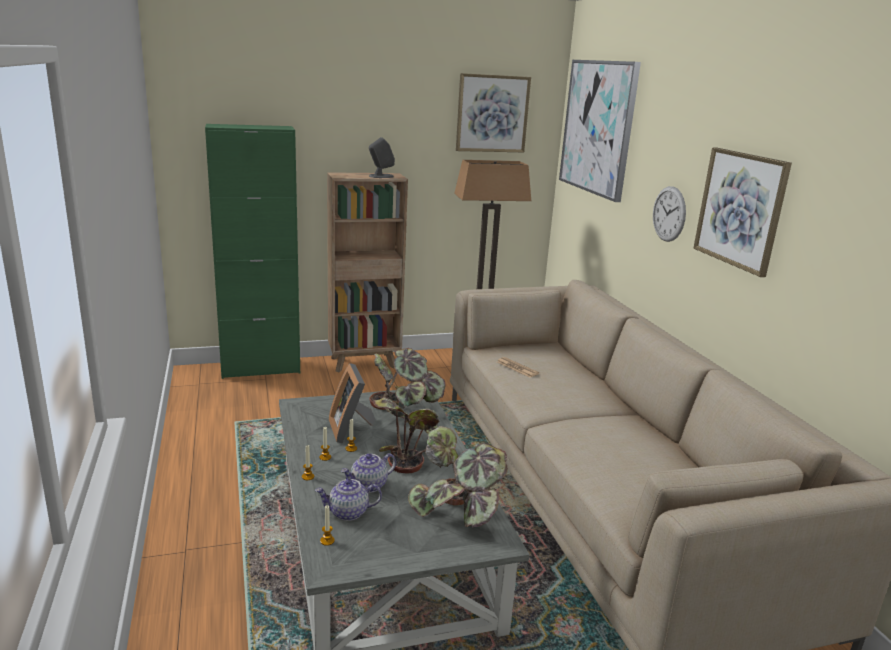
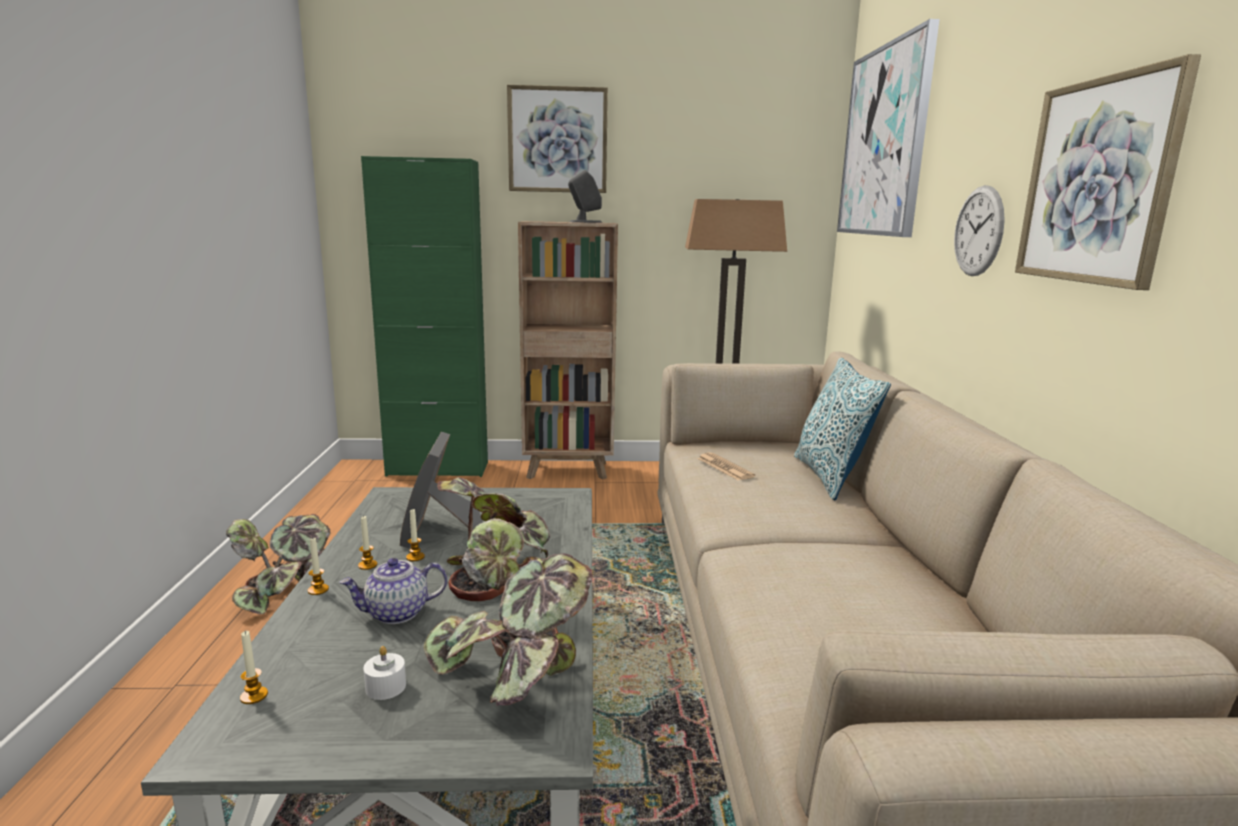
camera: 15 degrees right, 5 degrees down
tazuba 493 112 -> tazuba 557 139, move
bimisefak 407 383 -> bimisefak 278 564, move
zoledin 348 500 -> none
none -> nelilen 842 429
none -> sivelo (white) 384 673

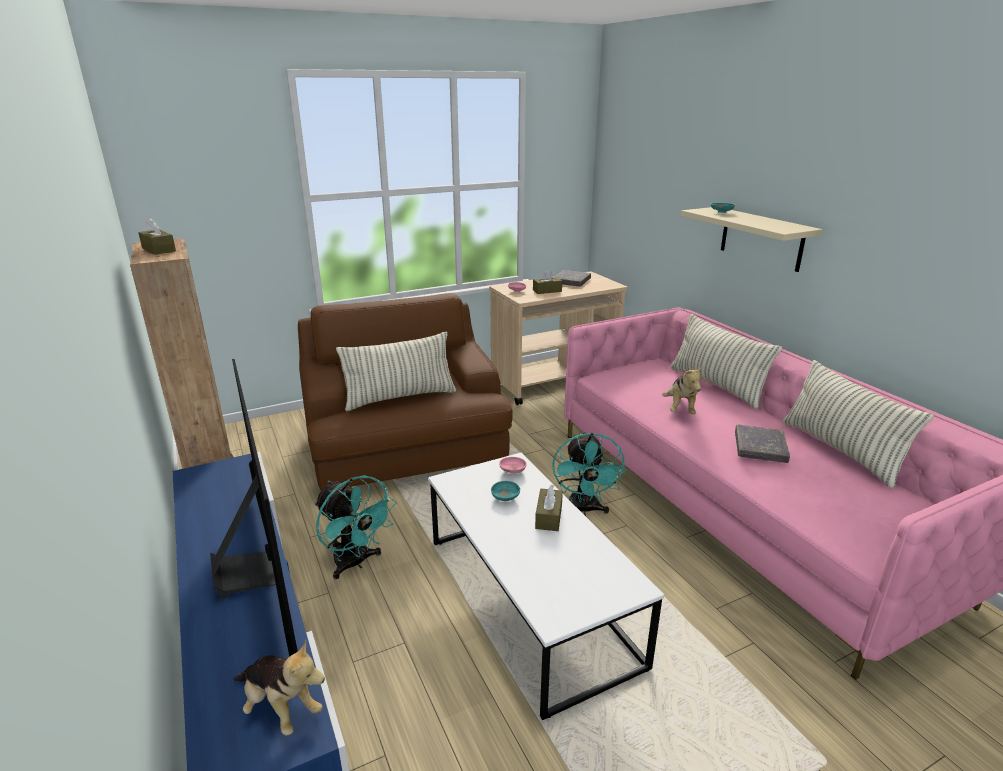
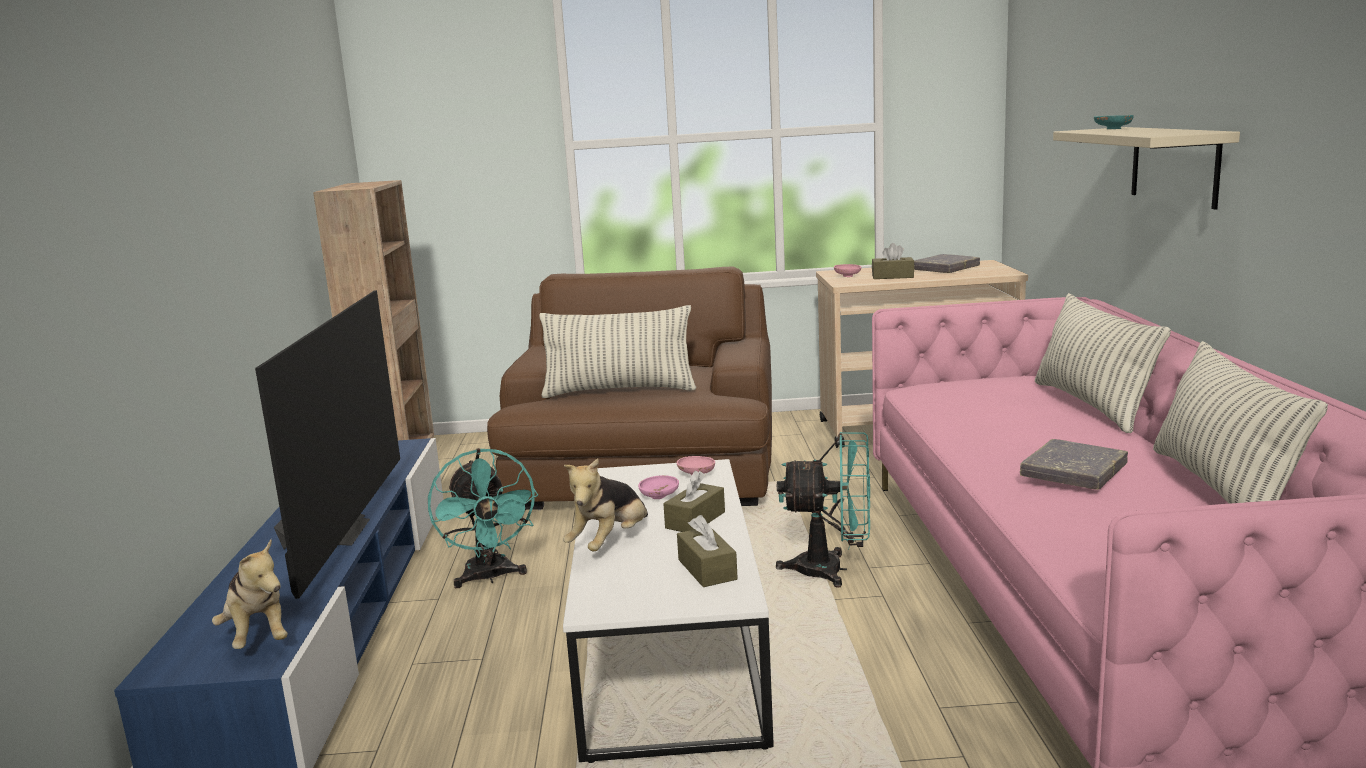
camera: 25 degrees right, 10 degrees down
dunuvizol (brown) 157 236 -> dunuvizol (brown) 707 551, move
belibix 682 390 -> belibix 605 505, move
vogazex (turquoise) 589 474 -> vogazex (turquoise) 823 510, 105 degrees counterclockwise
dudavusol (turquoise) 505 491 -> dudavusol (pink) 658 487

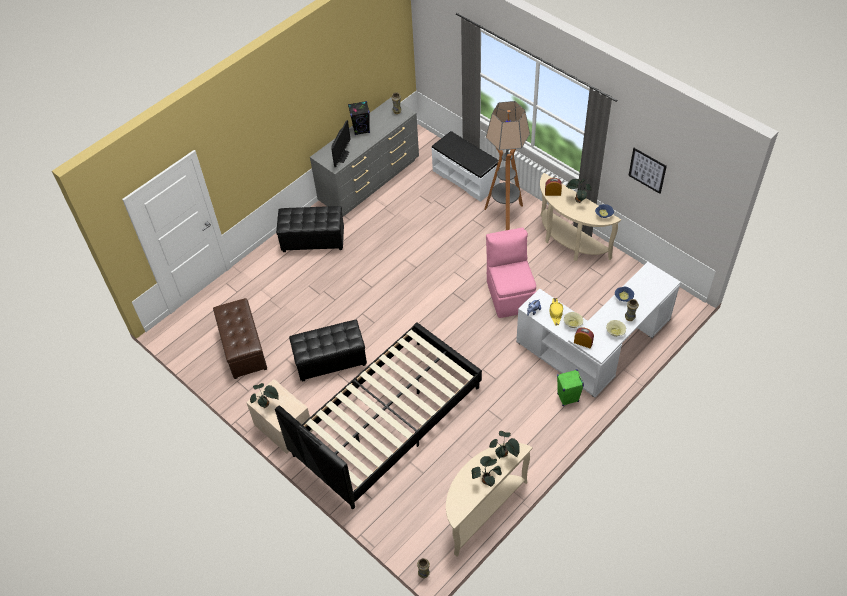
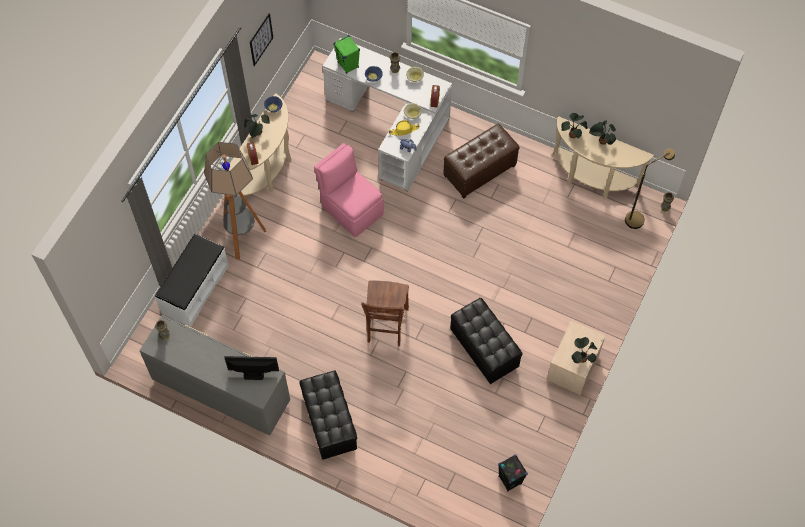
camera: 110 degrees left, 10 degrees up
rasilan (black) 359 118 -> rasilan (black) 513 473, move
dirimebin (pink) 511 272 -> dirimebin (pink) 349 190, 75 degrees clockwise
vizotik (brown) 240 338 -> vizotik (brown) 481 161, move
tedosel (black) 378 416 -> none
rasilan (green) 570 387 -> rasilan (green) 346 54, move
none -> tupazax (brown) 650 189
none -> dirimebin (brown) 385 313

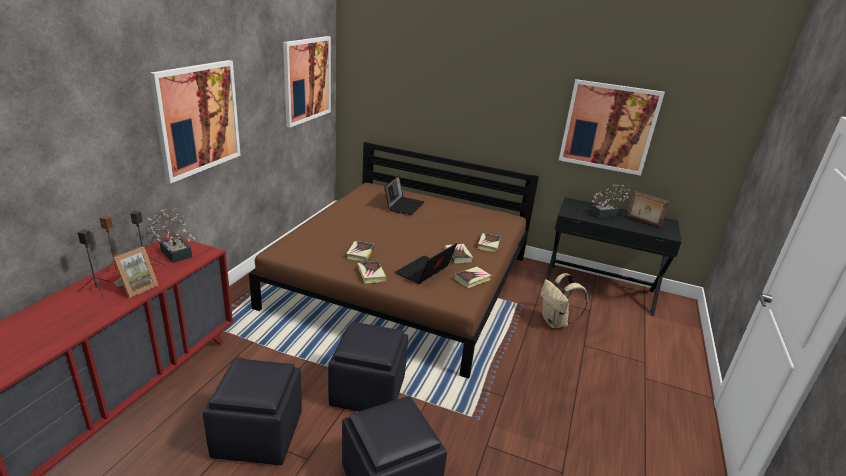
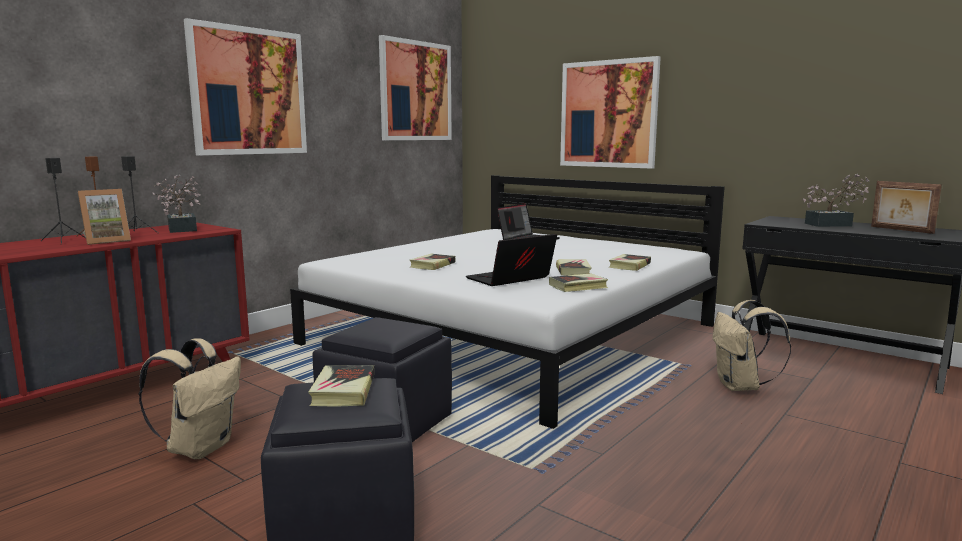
camera: 20 degrees right, 15 degrees down
tazuba 612 127 -> tazuba 610 112, move
tedosel (brown) 394 260 -> tedosel (white) 507 302
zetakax 372 272 -> zetakax 341 386, move
vizotik (black) 252 411 -> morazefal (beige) 189 398

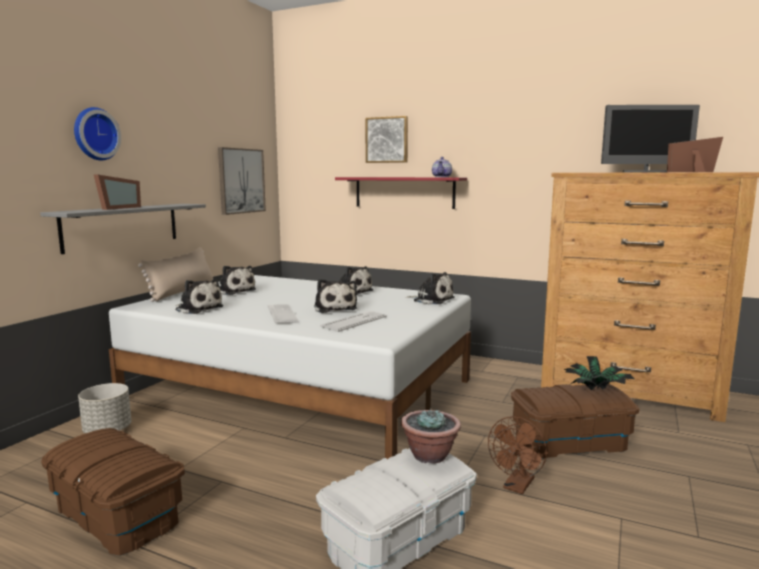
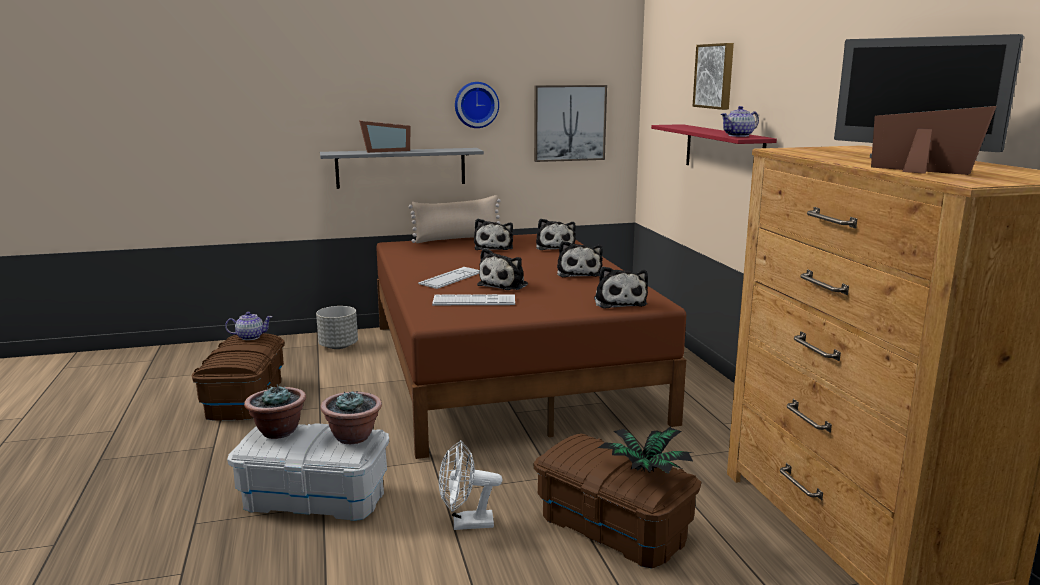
camera: 50 degrees right, 5 degrees up
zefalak 97 133 -> zefalak 477 105, move
tedosel (white) 290 367 -> tedosel (brown) 531 346
belibix 199 296 -> belibix 556 234, move
vogazex (brown) 517 455 -> vogazex (white) 470 485
none -> zoledin 248 326
none -> bimisefak 275 411

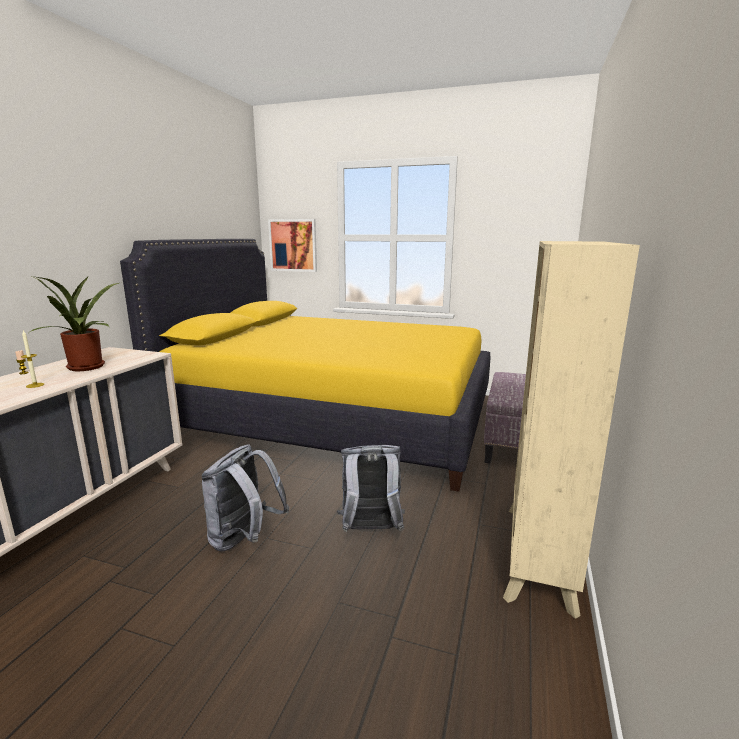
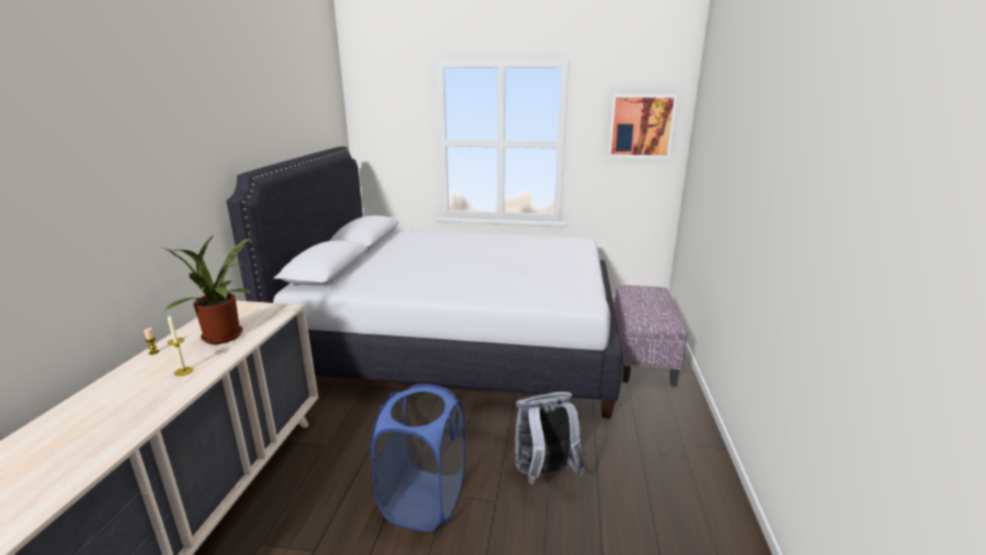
camera: 10 degrees left, 5 degrees up
tazuba 292 245 -> tazuba 642 126, move
tedosel (yellow) 305 365 -> tedosel (white) 424 283
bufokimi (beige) 571 430 -> none
morazefal (grey) 245 497 -> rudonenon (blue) 418 458

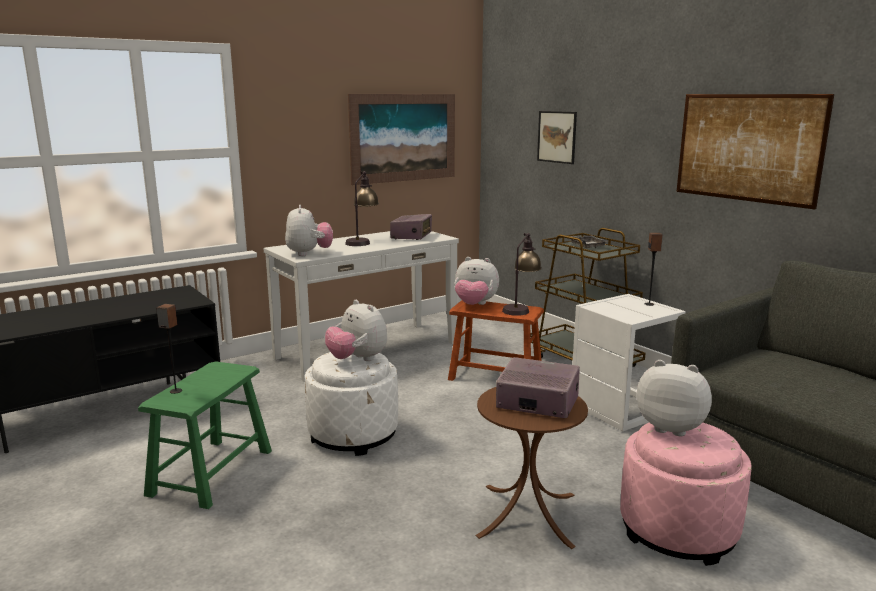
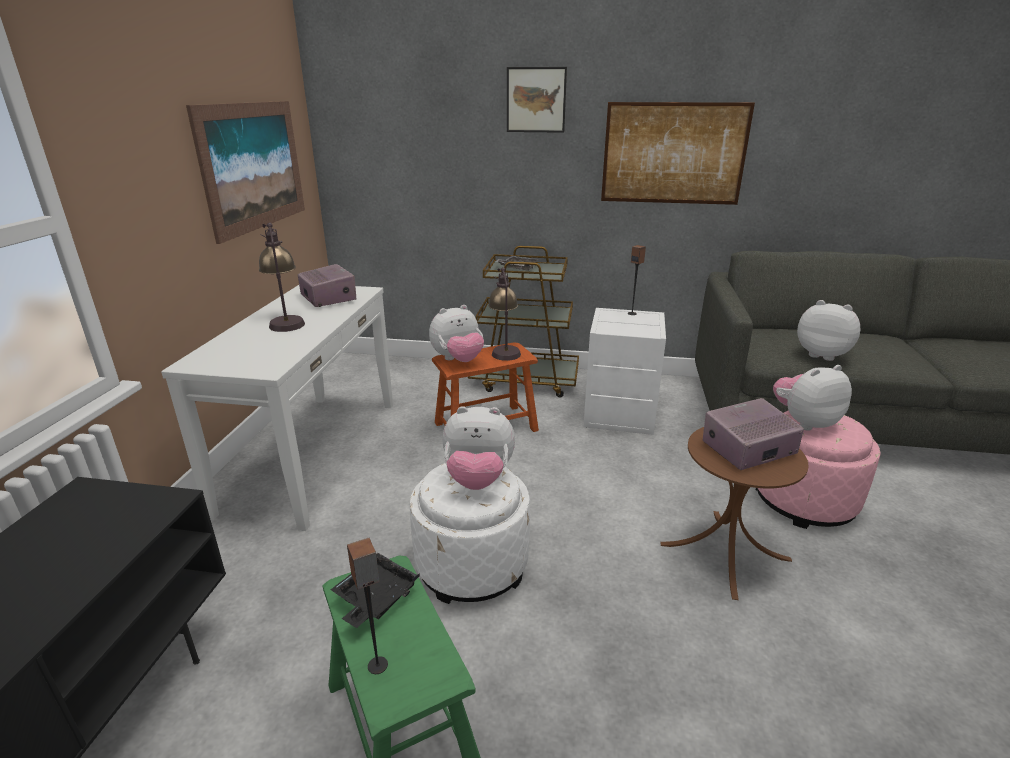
camera: 45 degrees left, 10 degrees up
tazuba 557 137 -> tazuba 537 100, move
belibix 309 230 -> belibix 828 330, move
none -> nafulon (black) 375 590

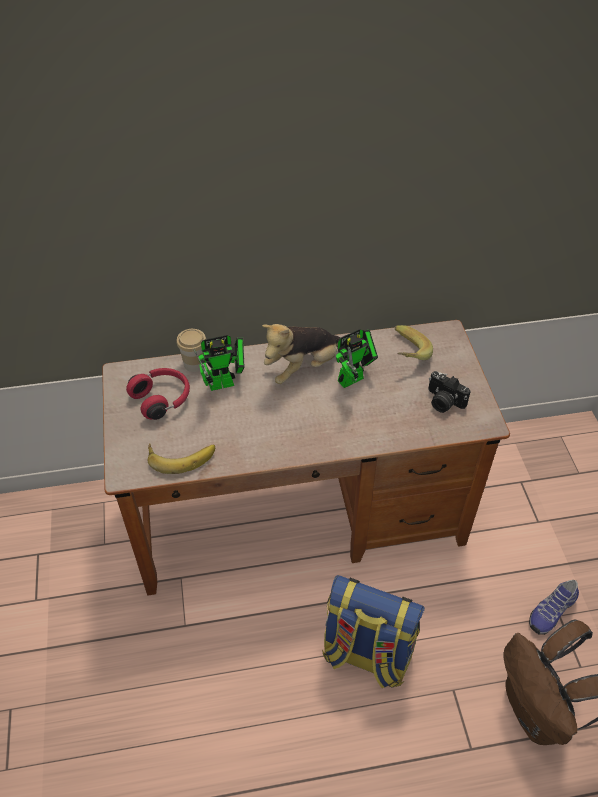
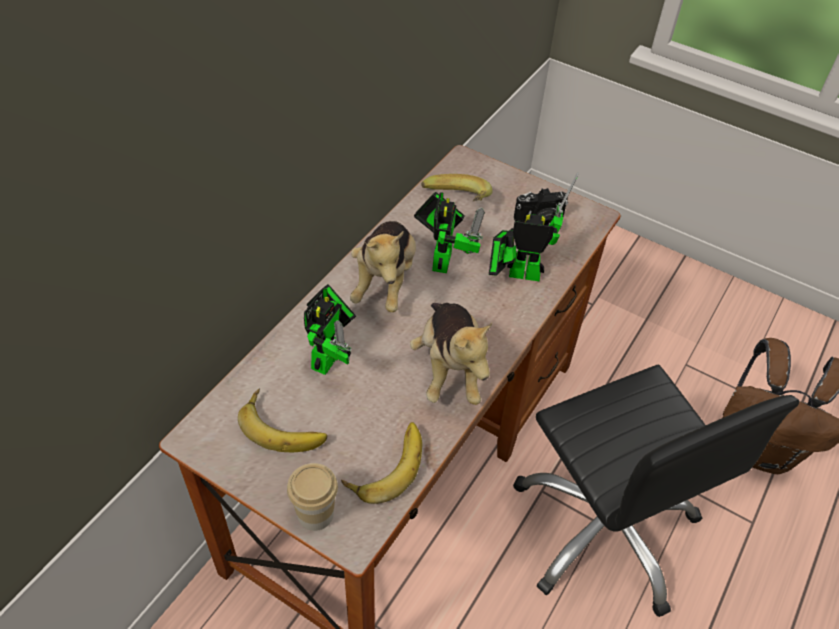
camera: 50 degrees left, 0 degrees up
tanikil 191 350 -> tanikil 312 497, move
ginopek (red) 158 394 -> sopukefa 283 420
morazefal 373 631 -> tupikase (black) 656 491
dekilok 554 607 -> none
none -> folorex 534 227
none -> belibix 451 354

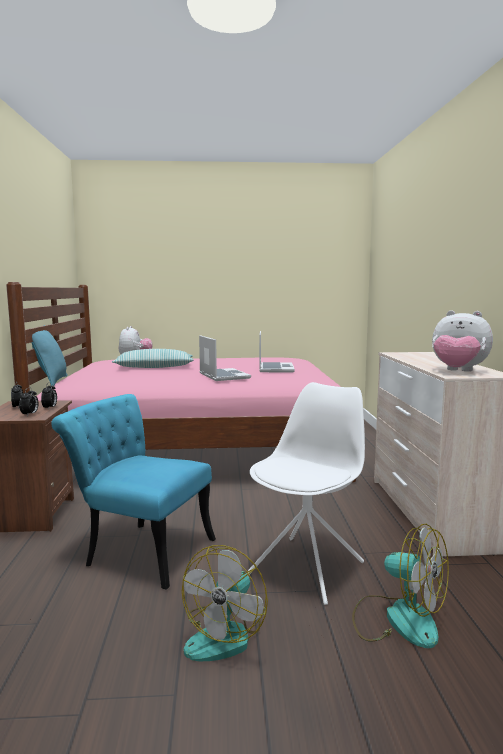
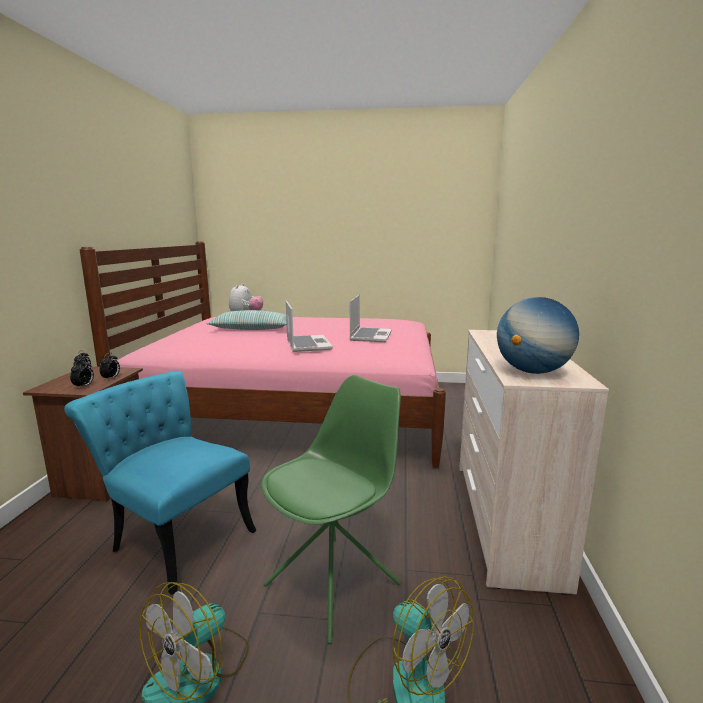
camera: 10 degrees right, 5 degrees up
belibix 462 341 -> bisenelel 538 335
nelilen (turquoise) 49 355 -> none
dirimebin (white) 306 493 -> dirimebin (green) 331 509

